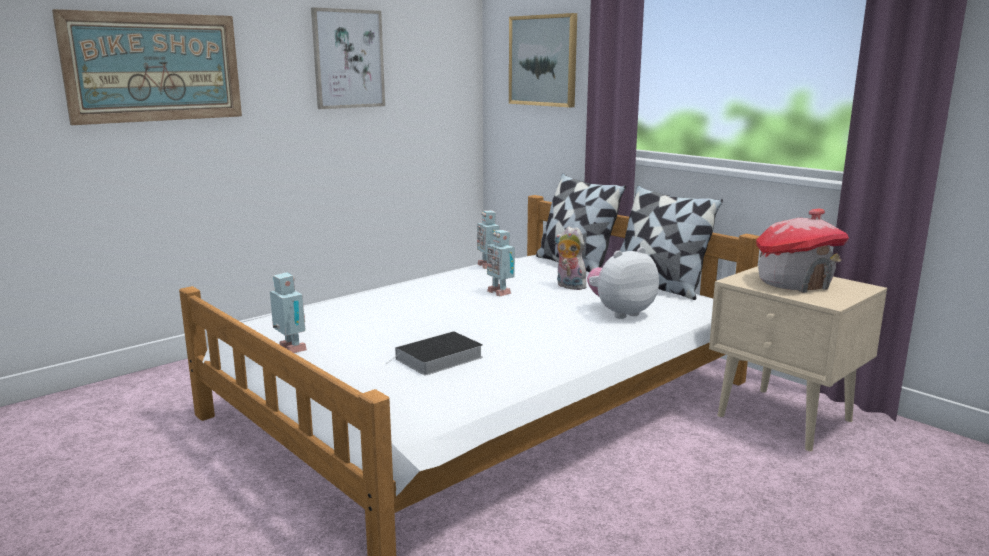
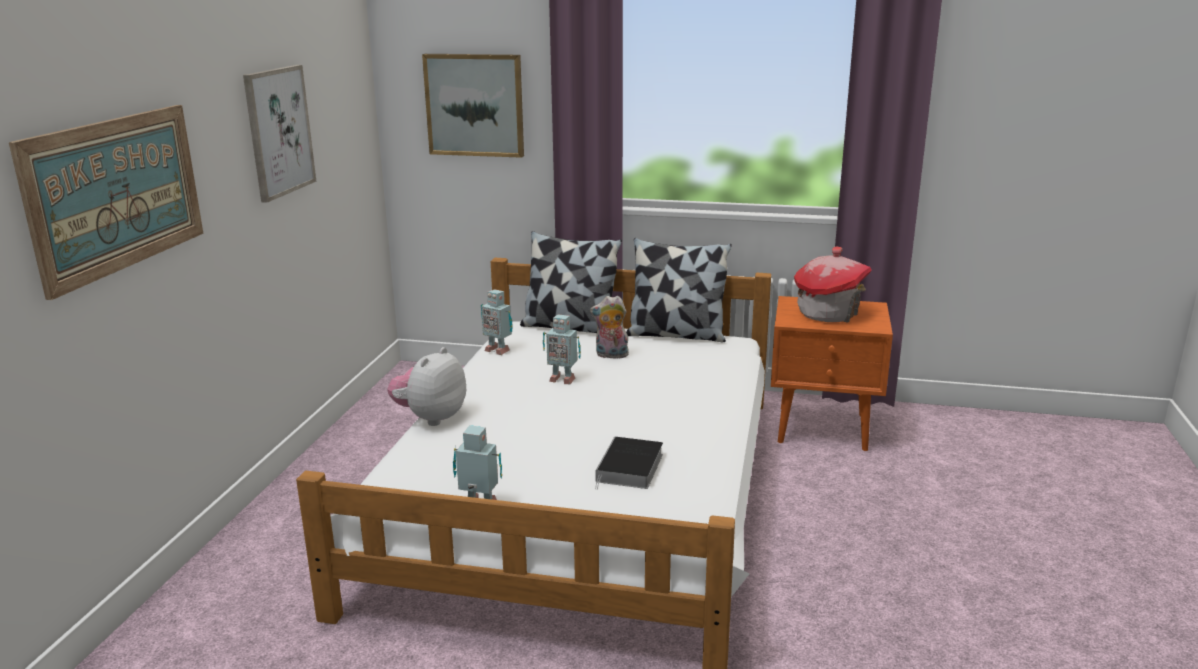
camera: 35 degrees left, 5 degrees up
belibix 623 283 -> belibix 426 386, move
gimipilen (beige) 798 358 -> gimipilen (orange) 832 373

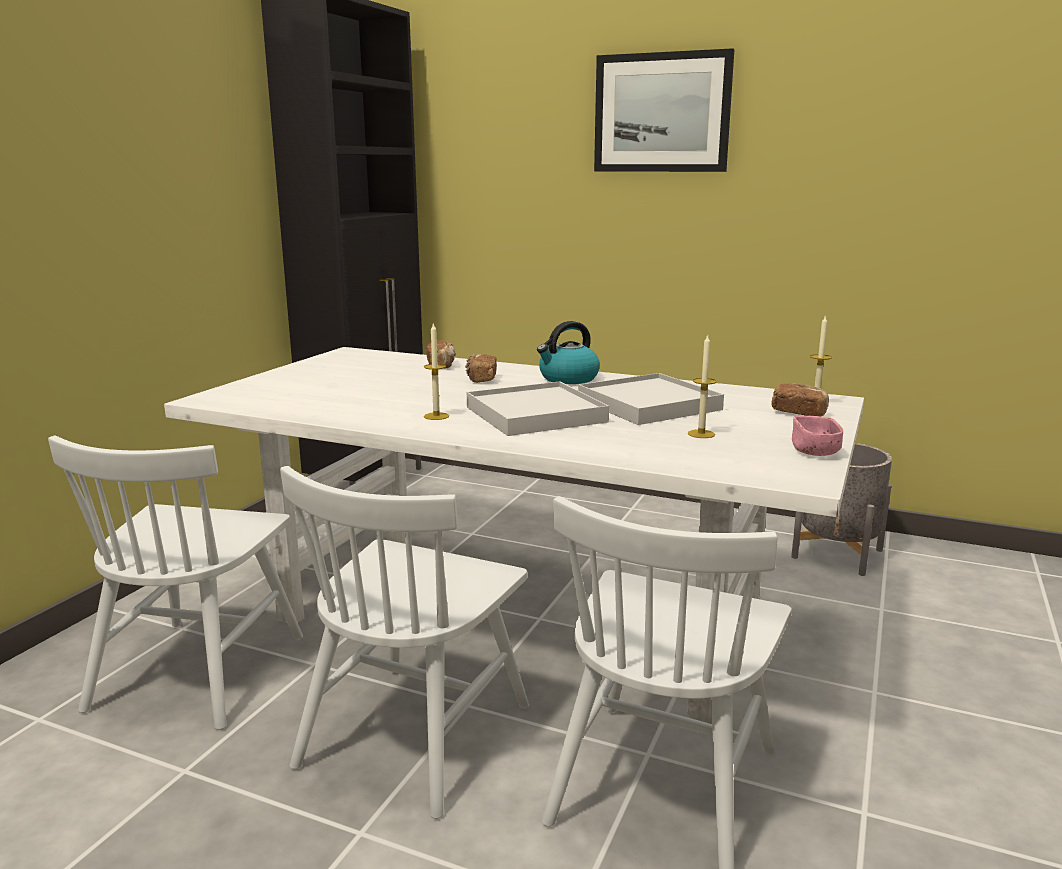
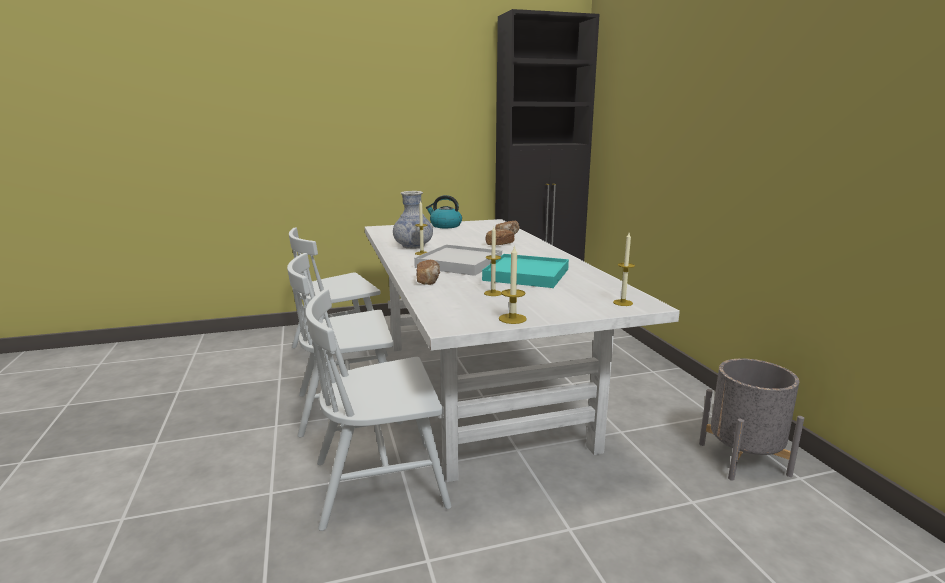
camera: 50 degrees right, 0 degrees up
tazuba 664 110 -> none
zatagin 568 352 -> zatagin 444 211, move
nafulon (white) 651 399 -> nafulon (turquoise) 525 271
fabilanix 800 399 -> fabilanix 428 272, move
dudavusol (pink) 817 436 -> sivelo 513 284
none -> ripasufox 413 220

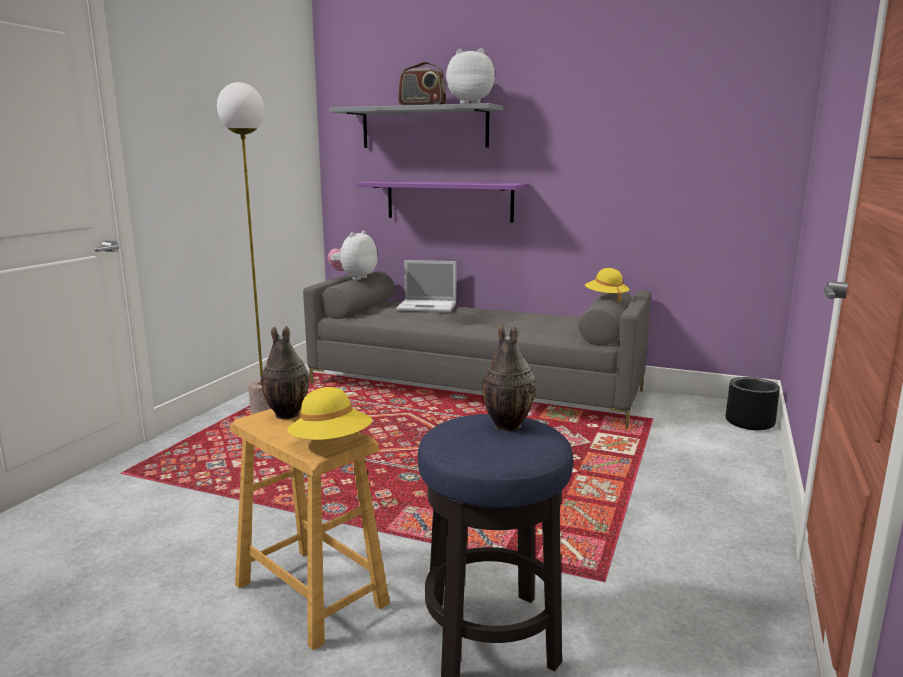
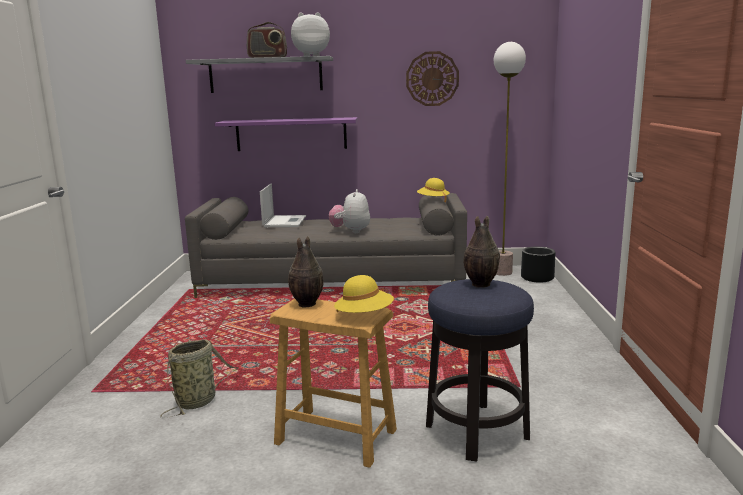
camera: 20 degrees left, 0 degrees up
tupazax 244 248 -> tupazax 510 159, move
belibix 353 255 -> belibix 349 211, move
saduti 426 286 -> saduti 283 205, 75 degrees counterclockwise
none -> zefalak 432 78
none -> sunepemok 199 378

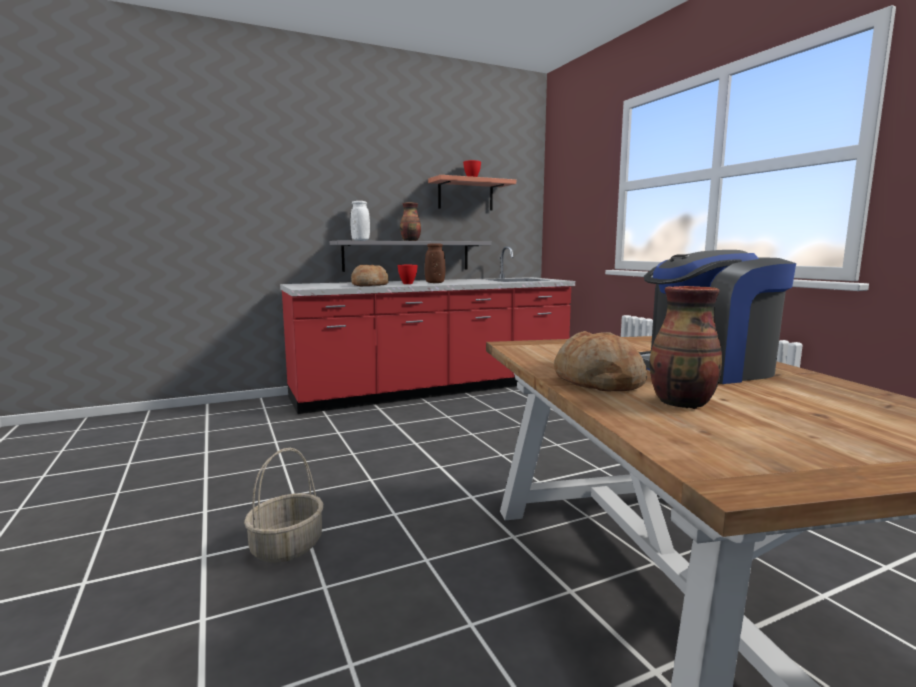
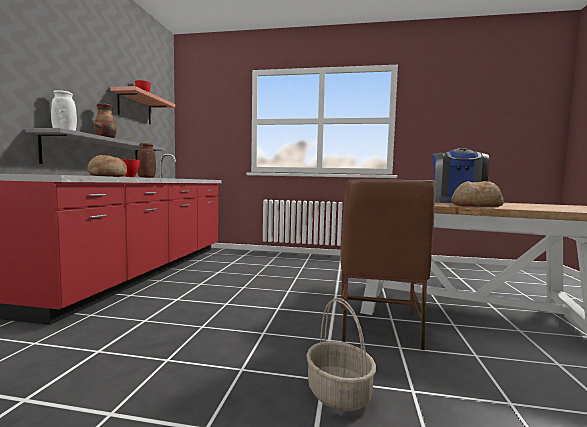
camera: 55 degrees left, 5 degrees down
ripasufox 685 347 -> none
none -> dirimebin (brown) 388 264

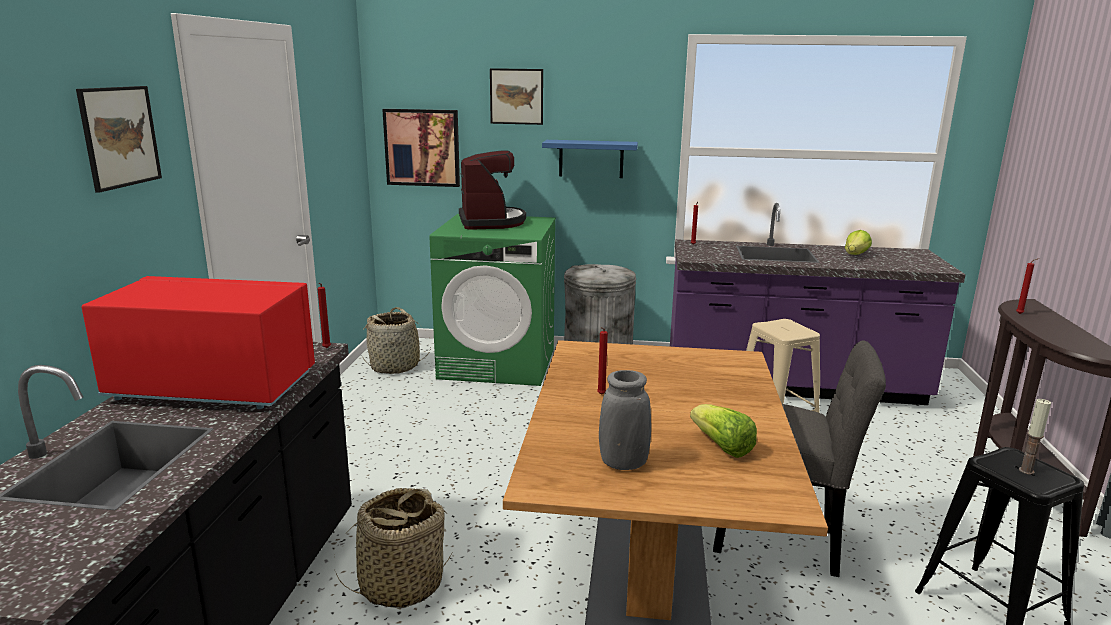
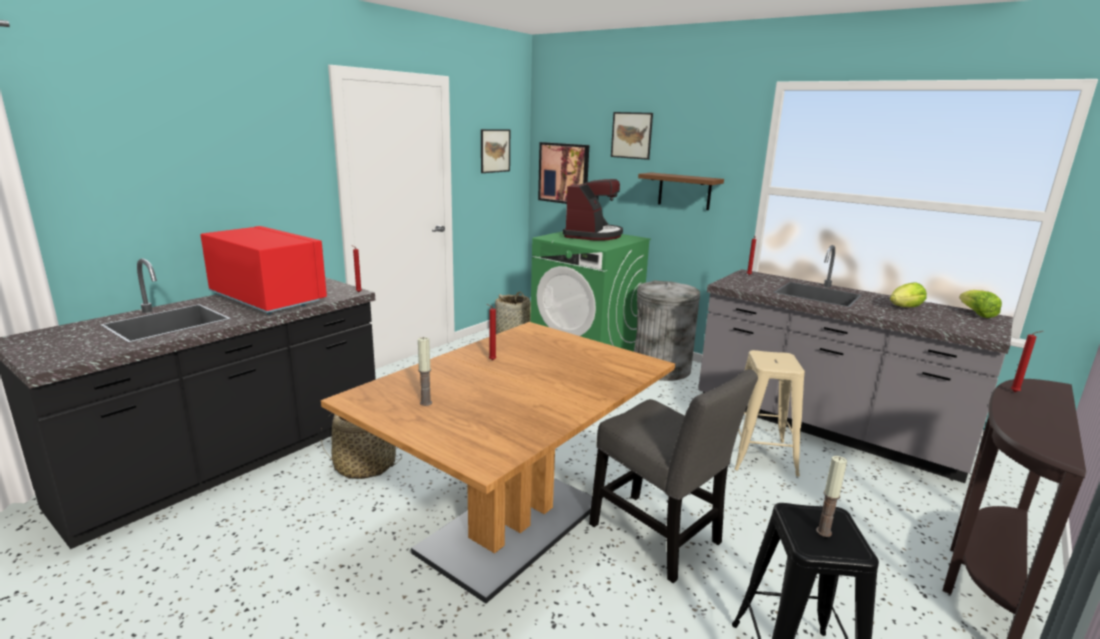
camera: 30 degrees right, 0 degrees up
tazuba 119 139 -> tazuba 495 151, move
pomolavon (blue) 590 159 -> pomolavon (brown) 681 191
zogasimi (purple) 818 304 -> zogasimi (grey) 855 364
ripasufox (grey) 625 420 -> sivelo 425 371
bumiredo 723 431 -> bumiredo 980 304, move

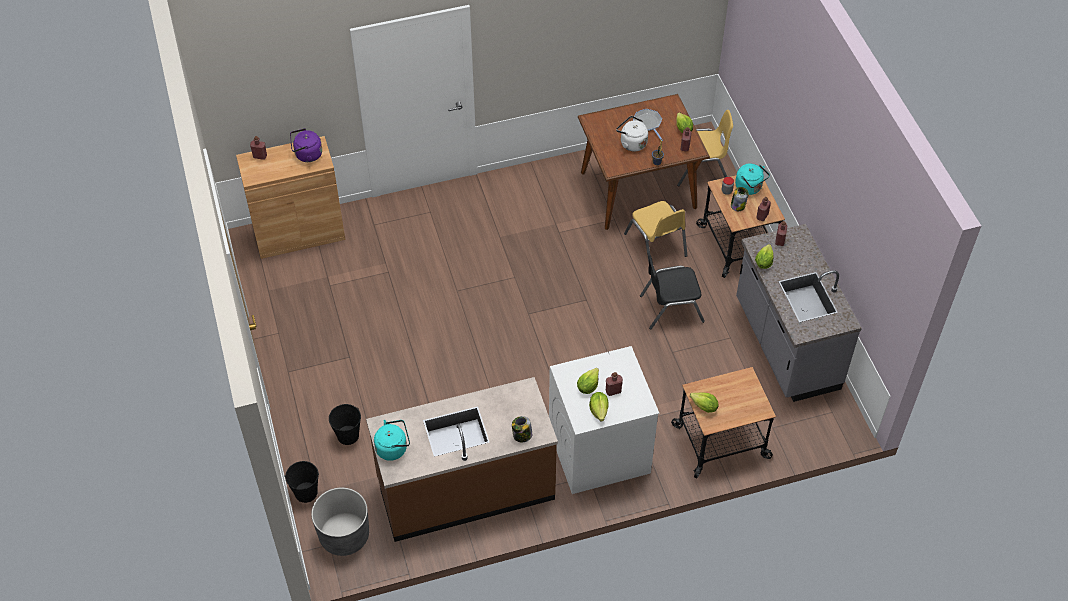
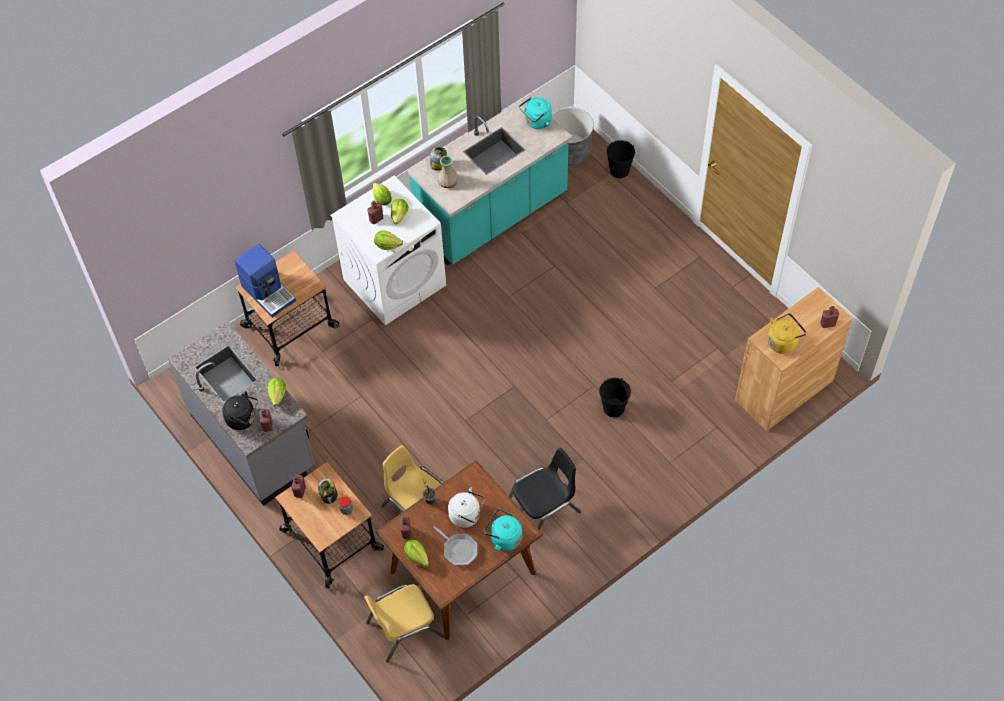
camera: 160 degrees right, 5 degrees up
zatagin (purple) 306 145 -> zatagin (yellow) 787 333
zatagin (turquoise) 752 179 -> zatagin (turquoise) 503 530, move
dirimebin (black) 672 292 -> dirimebin (black) 545 495, move
zogasimi (brown) 462 459 -> zogasimi (turquoise) 490 180
bumiredo 704 403 -> bumiredo 388 240, move
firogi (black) 345 424 -> firogi (black) 615 397, move
none -> ripasufox (beige) 447 172
none -> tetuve 265 281
none -> zatagin (black) 240 410

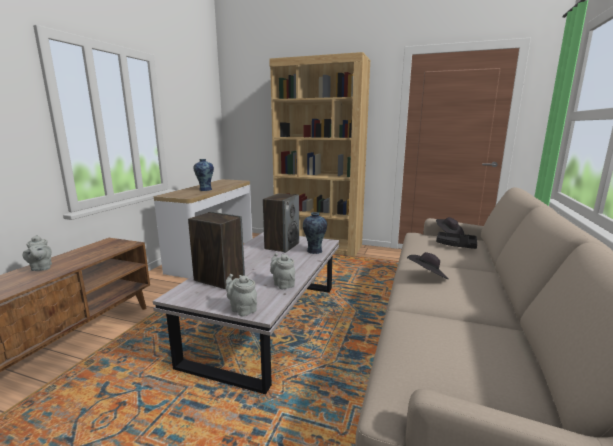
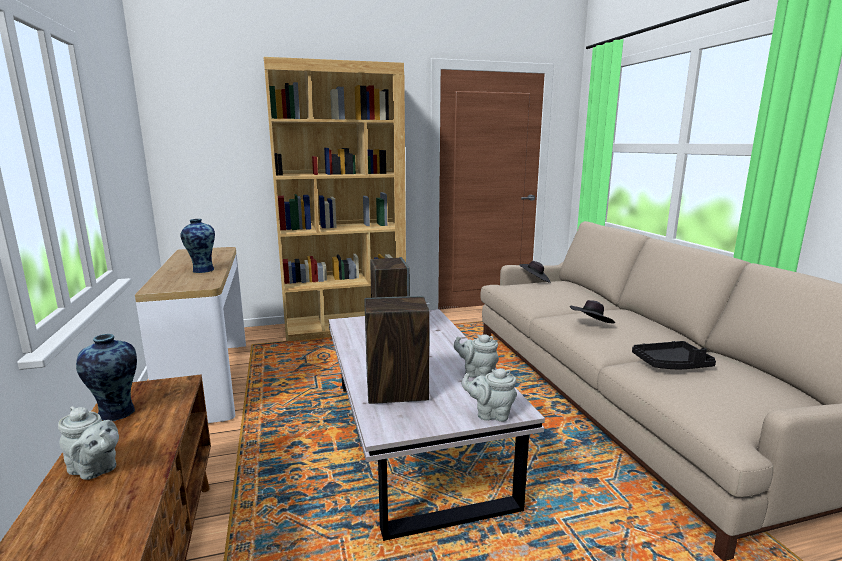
camera: 35 degrees left, 0 degrees up
ripasufox 315 233 -> ripasufox 106 377, move
nafulon (black) 456 240 -> nafulon (black) 674 355, move

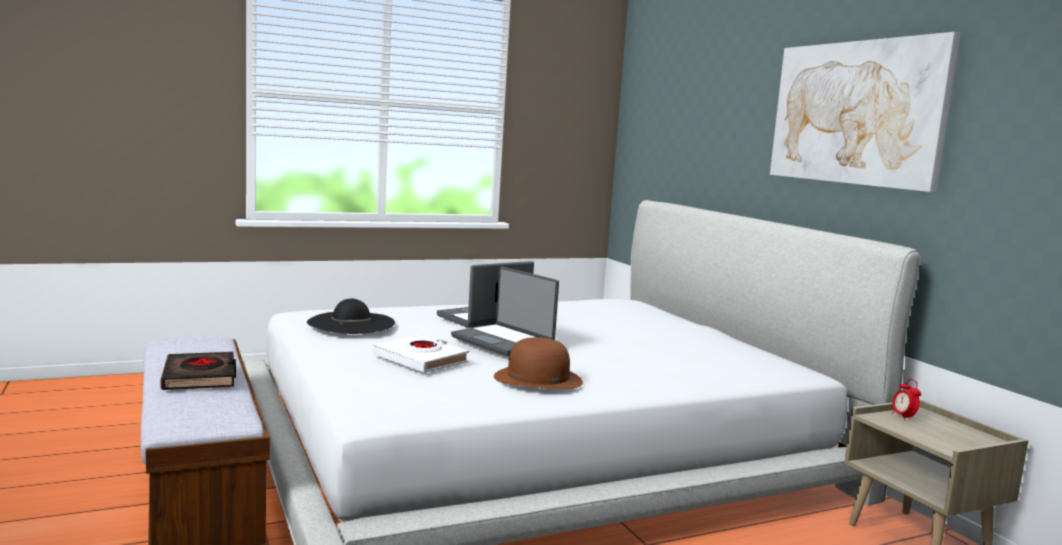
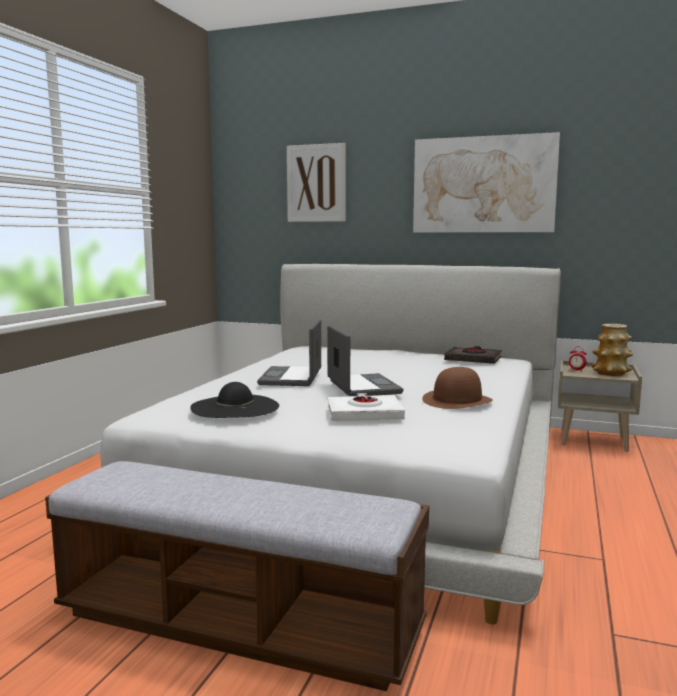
camera: 45 degrees left, 0 degrees up
saduti 505 311 -> saduti 365 360, 105 degrees counterclockwise
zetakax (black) 198 371 -> zetakax (black) 472 355, move
none -> tazuba 316 182
none -> ripasufox 612 350

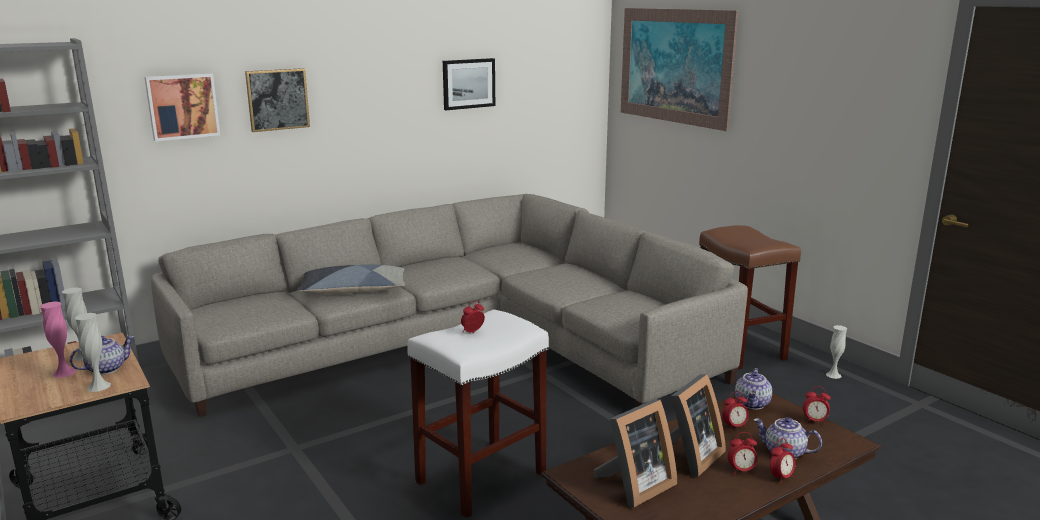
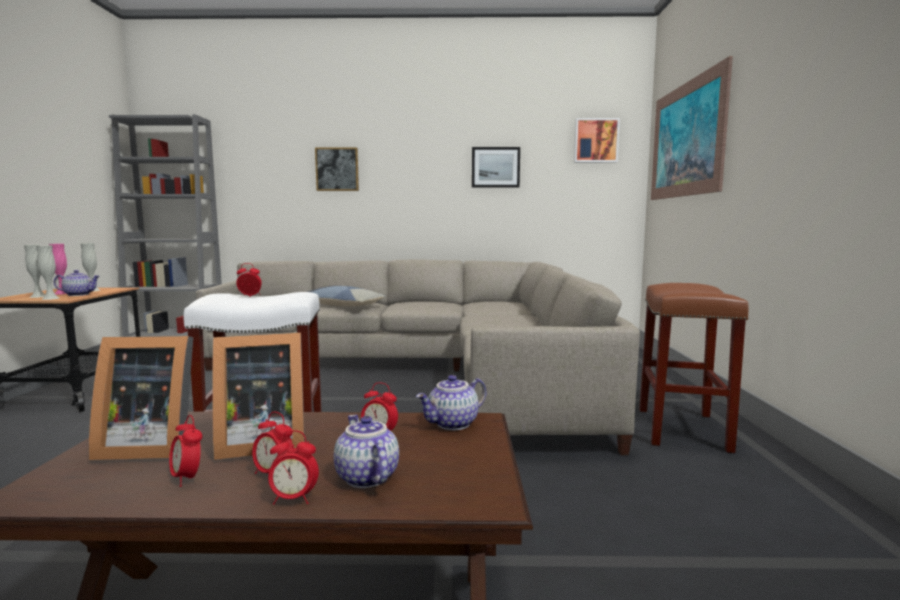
camera: 35 degrees right, 10 degrees down
tazuba 182 107 -> tazuba 597 140, move
ripasufox (white) 836 352 -> ripasufox (white) 34 271, move
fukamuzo 817 405 -> fukamuzo 185 451, move

